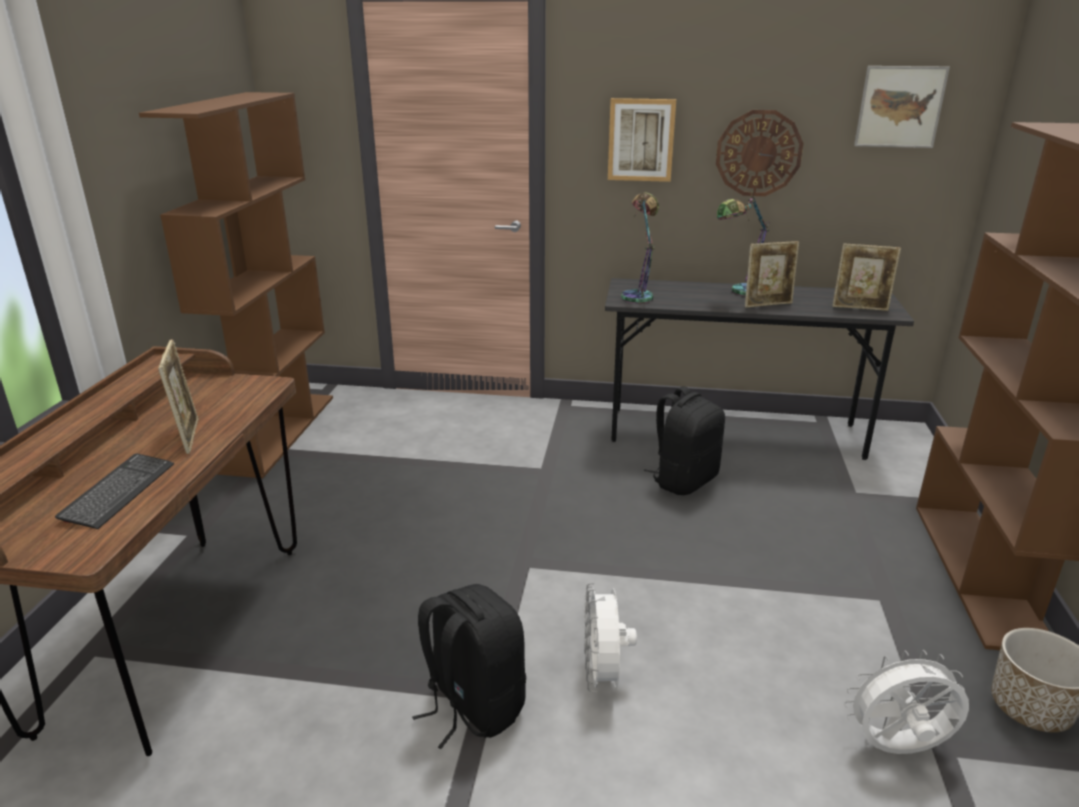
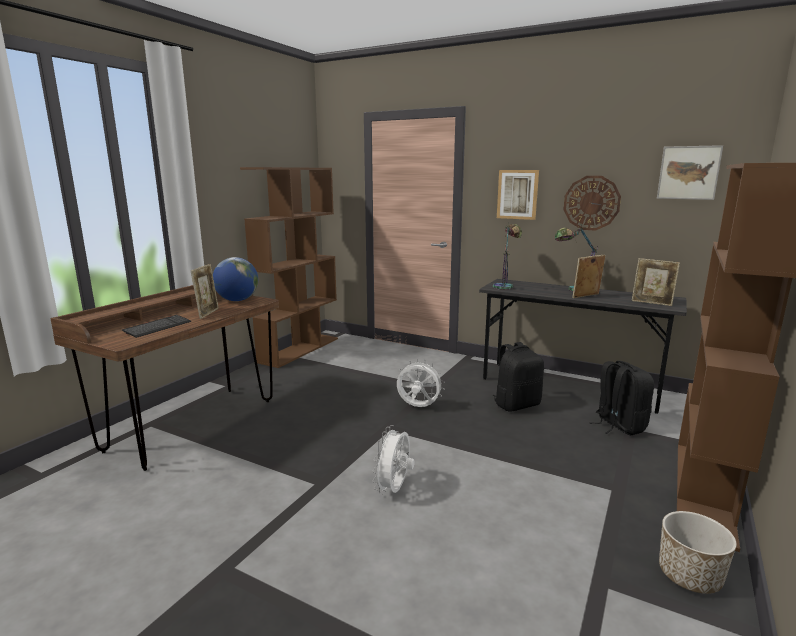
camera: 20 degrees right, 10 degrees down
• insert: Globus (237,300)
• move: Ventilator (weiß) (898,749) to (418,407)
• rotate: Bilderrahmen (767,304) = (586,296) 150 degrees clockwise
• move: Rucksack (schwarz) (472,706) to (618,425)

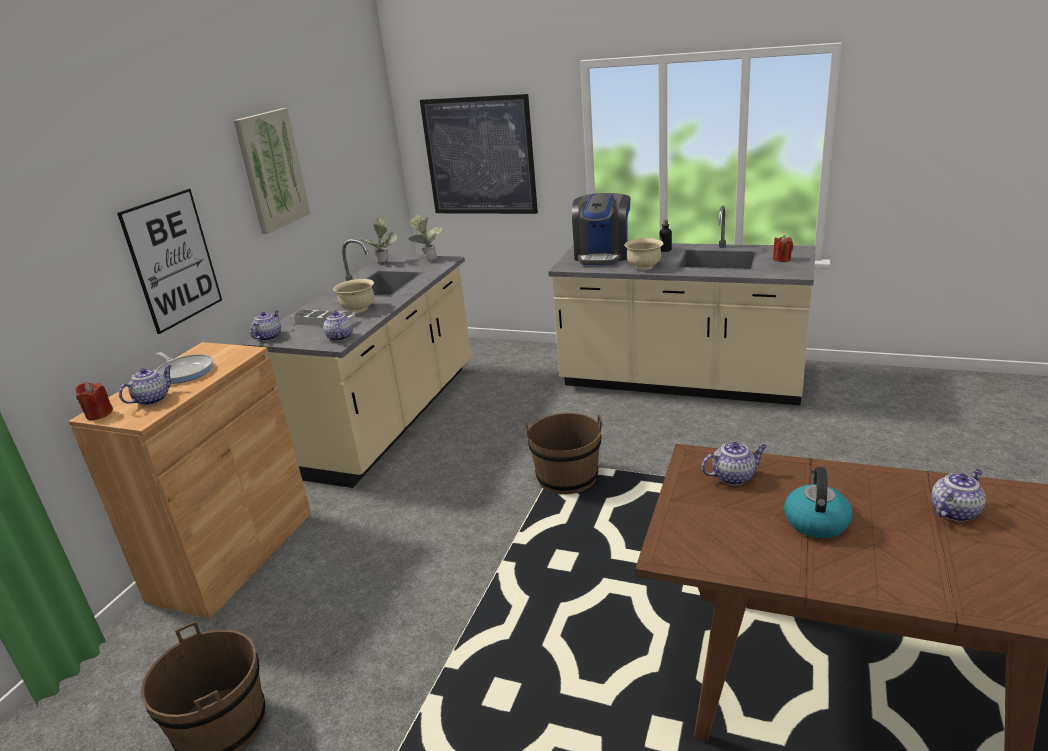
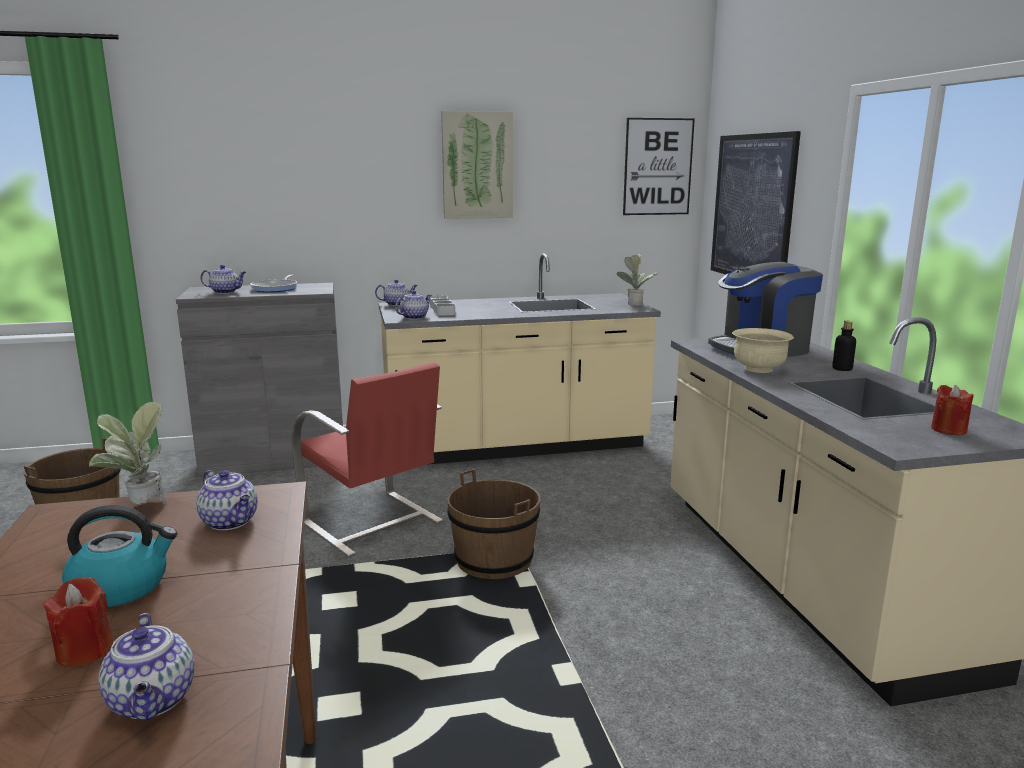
camera: 55 degrees right, 10 degrees down
• move: Kerze (rot) (99,414) to (84,650)
• move: Topfpflanze (383,263) to (140,509)
• rotate: Teekanne (954,511) = (153,701) 45 degrees clockwise
• recolor: Schrank (braun) (233,555) to Schrank (grau) (275,457)
• insert: Stuhl (rot) (373,523)
• move: Bild (173,260) to (658,167)
• delete: Schüssel (beige) (358,309)

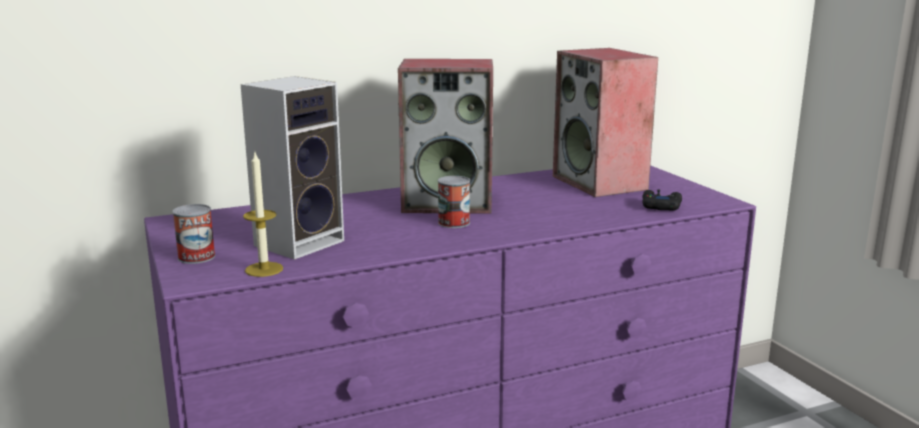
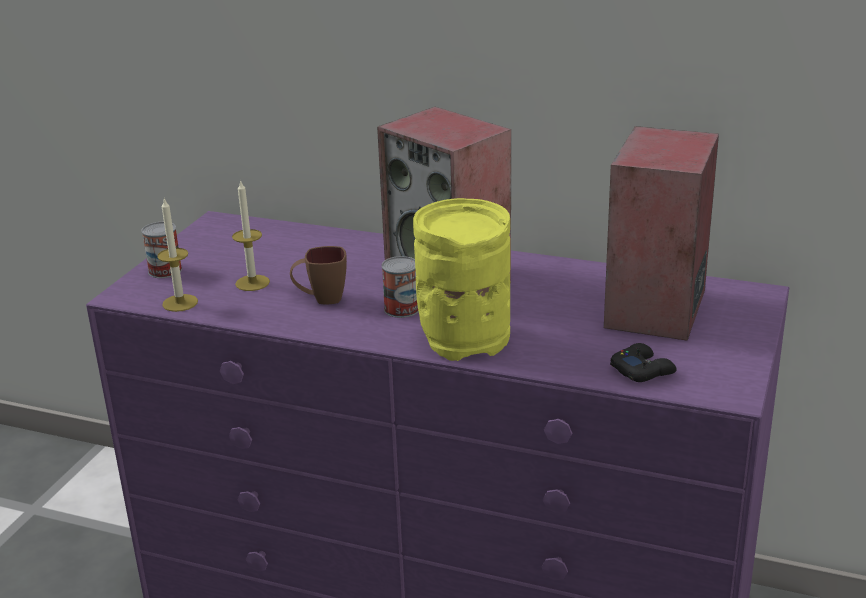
camera: 45 degrees right, 10 degrees up
• replace: Lautsprecher (300,242) to Kerze (252,283)
• insert: Henkelbecher (braun) (321,299)
• insert: Vase (gelb) (464,337)

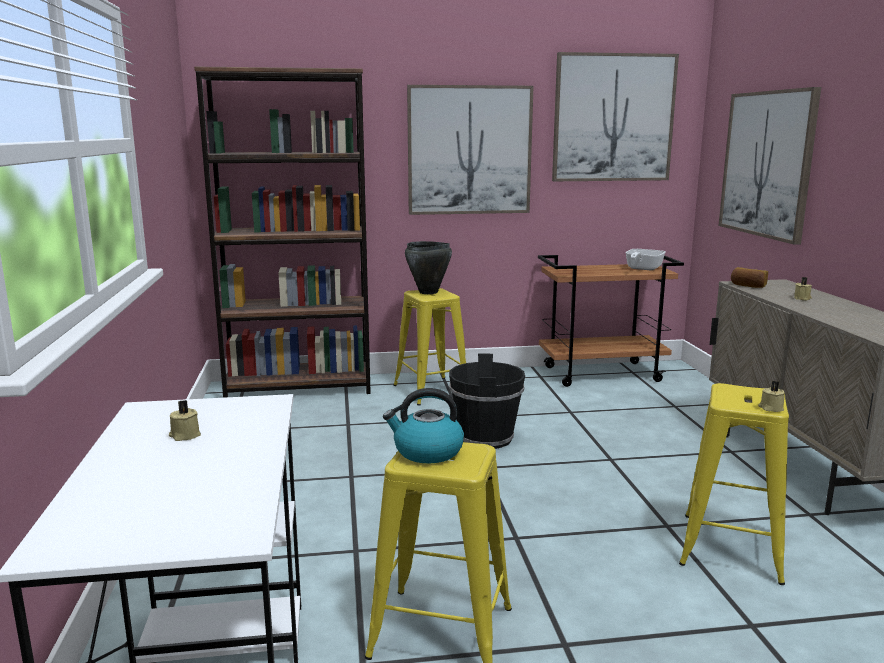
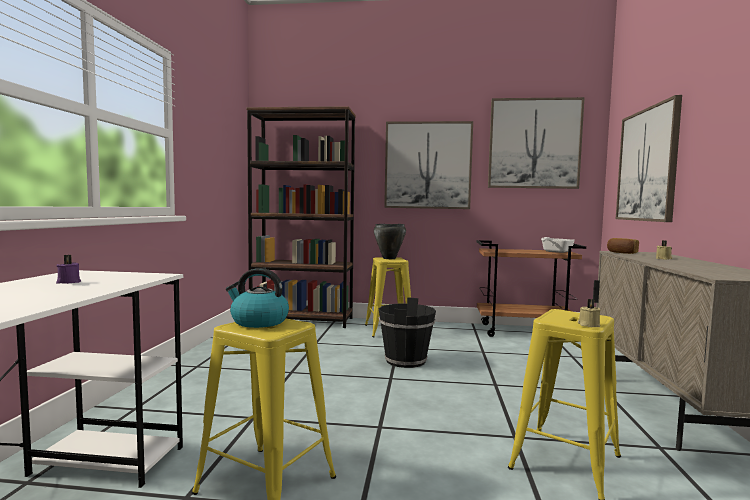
camera: 15 degrees right, 10 degrees down
• recolor: Kerze (beige) (184,435) to Kerze (lila) (68,282)

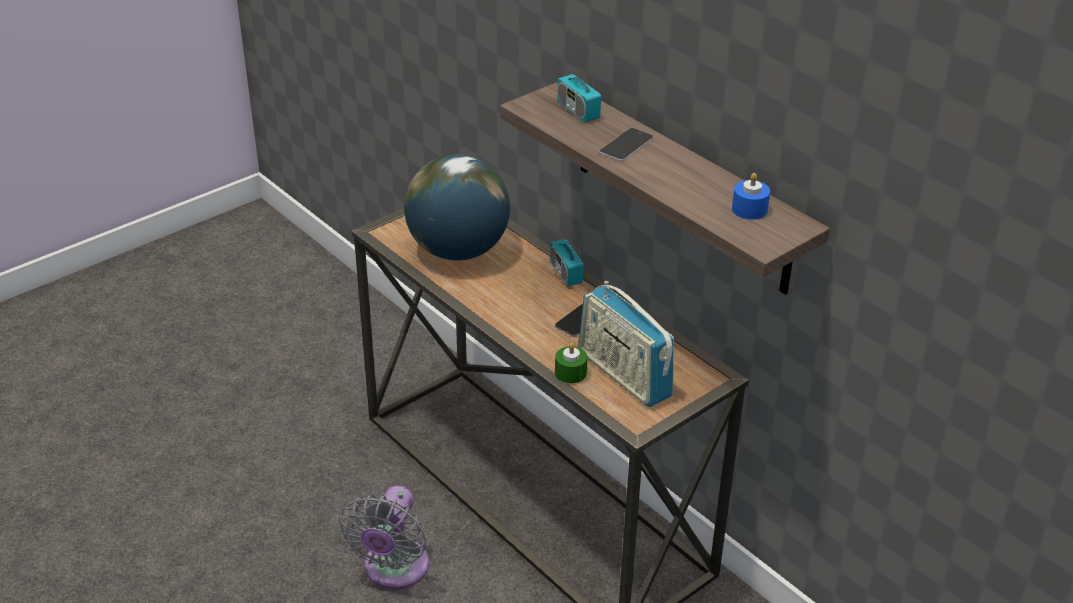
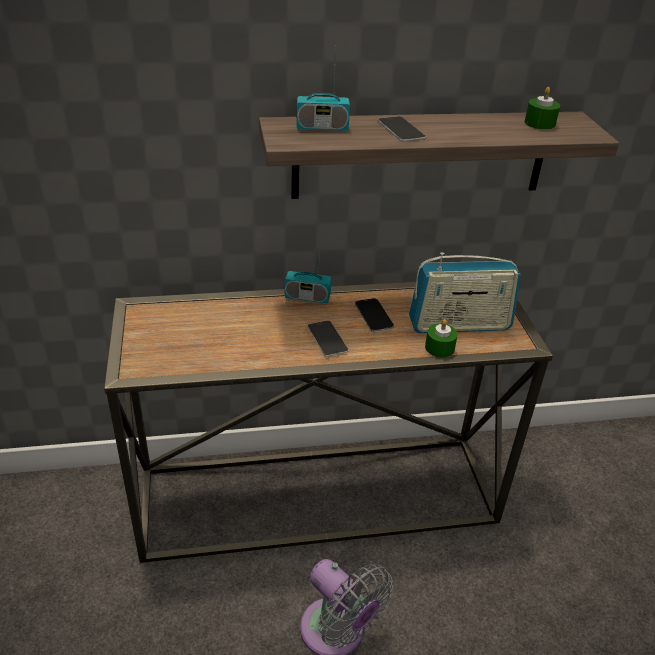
camera: 60 degrees left, 0 degrees up
• insert: Handy (327,338)
• recolor: Kerze (blau) (749,209) to Kerze (grün) (539,123)
• delete: Globus (459,251)

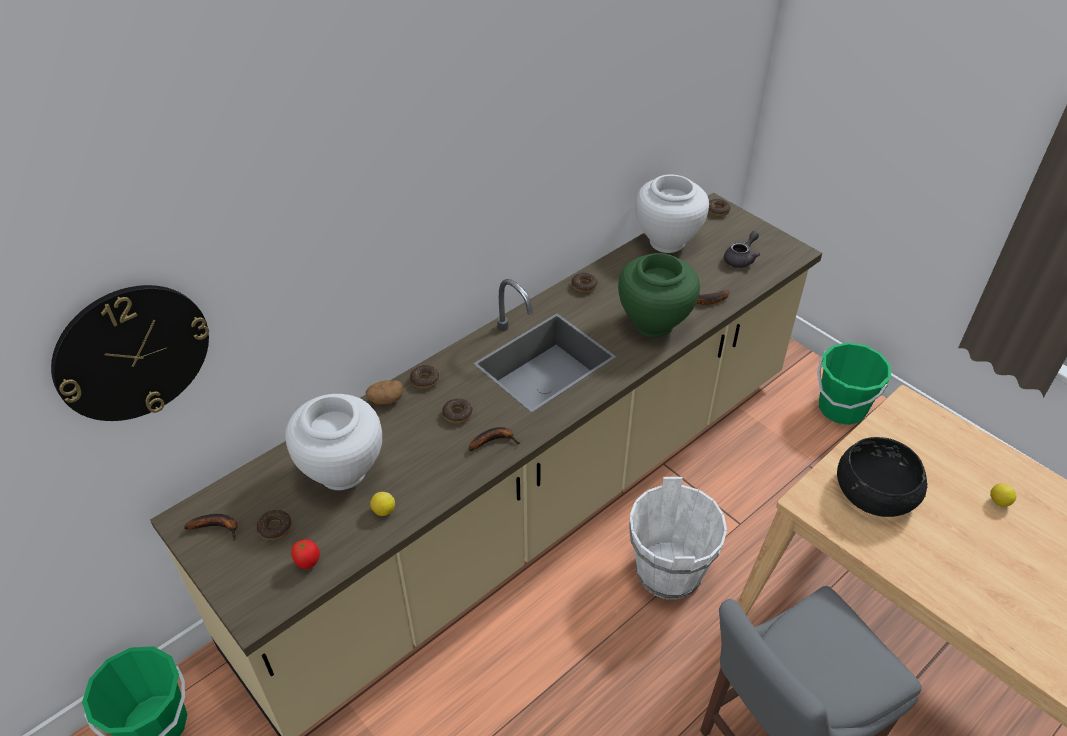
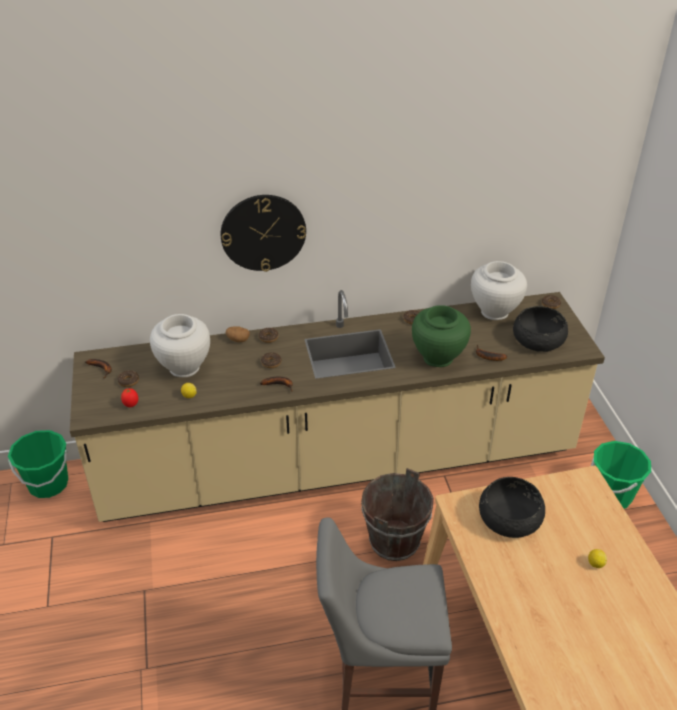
camera: 30 degrees right, 5 degrees down
• move: Wanduhr (132,353) to (263,232)
• recolor: Eimer (weiß) (669,572) to Eimer (braun) (394,541)
• replace: Teekanne (grau) (741,259) to Schüssel (schwarz) (538,340)

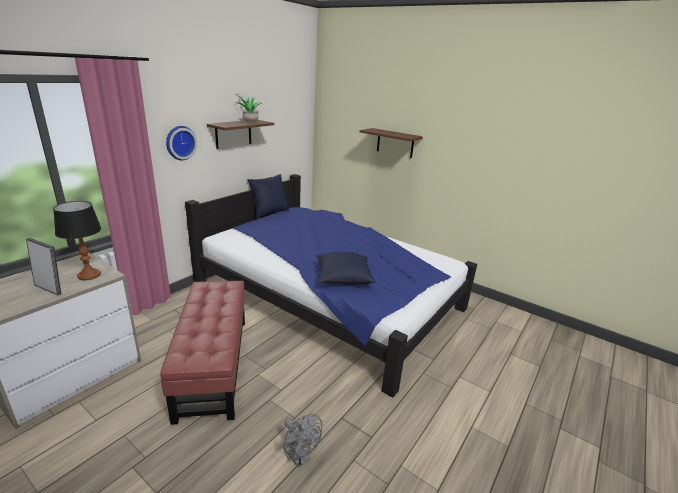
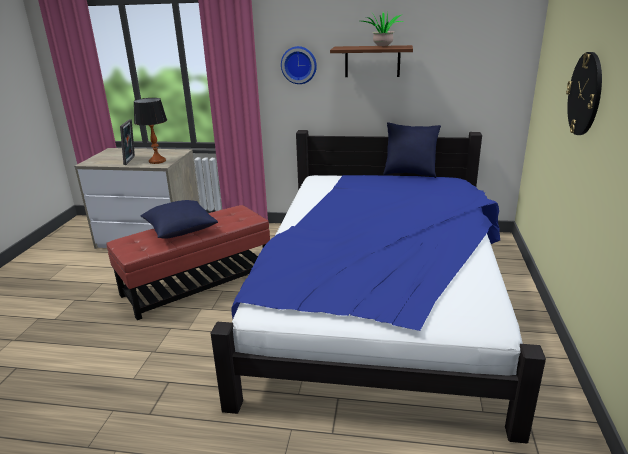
camera: 65 degrees right, 0 degrees up
• move: Kissen (blau) (343,279) to (180,230)
• replace: Wandregal (braun) (395,143) to Wanduhr (585,94)
• delete: Ventilator (grau) (300,457)

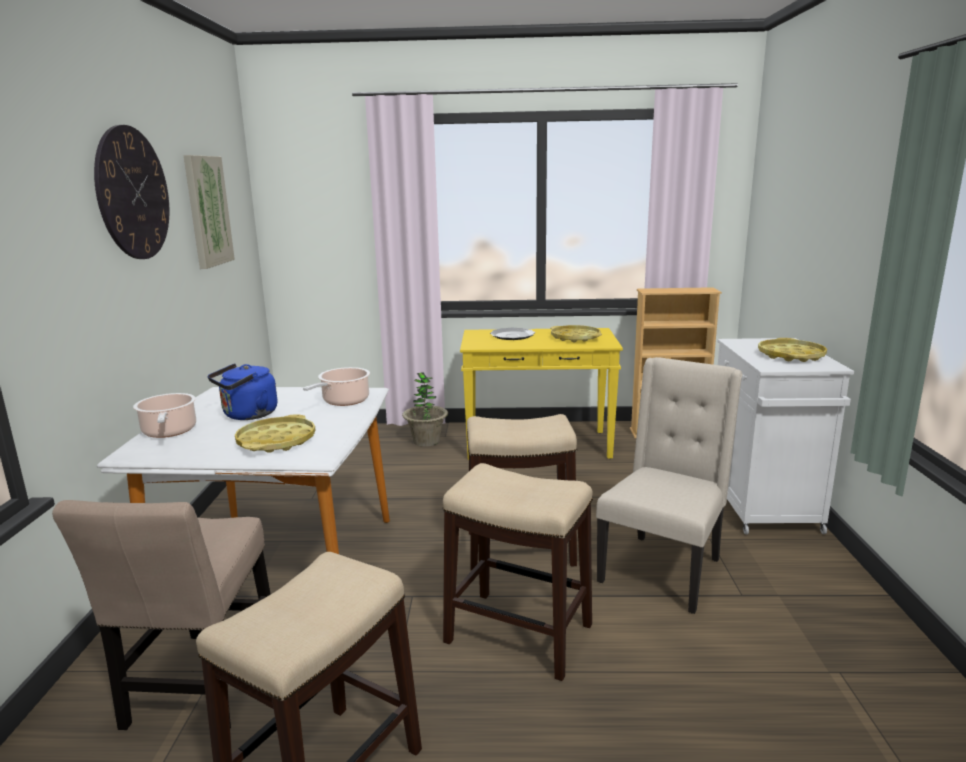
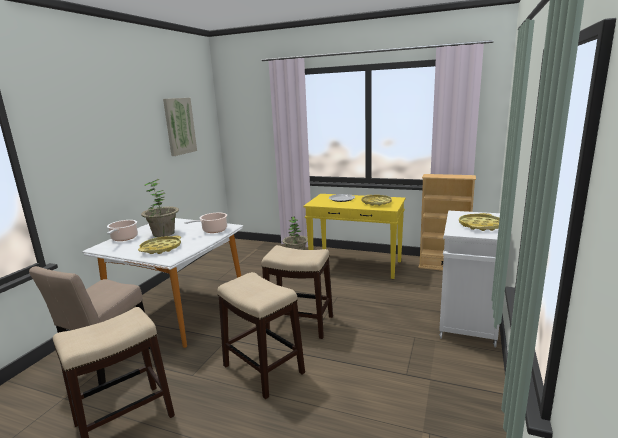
camera: 20 degrees right, 0 degrees up
• replace: Wasserkessel (blau) (247,415) to Topfpflanze (163,233)
• delete: Wanduhr (133,193)
• delete: Stuhl (beige) (662,570)

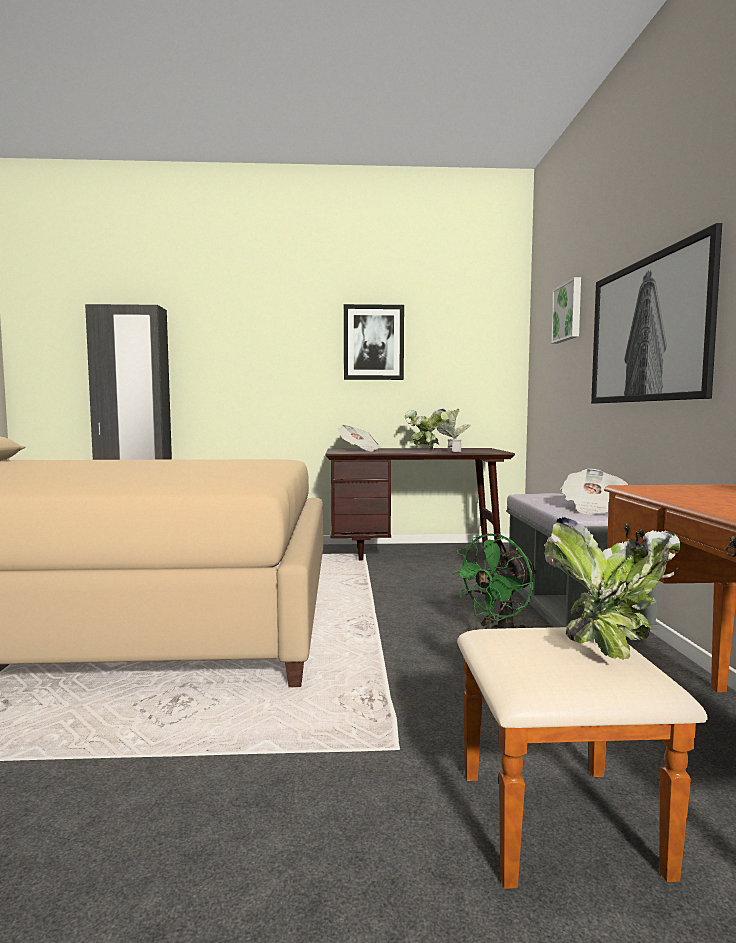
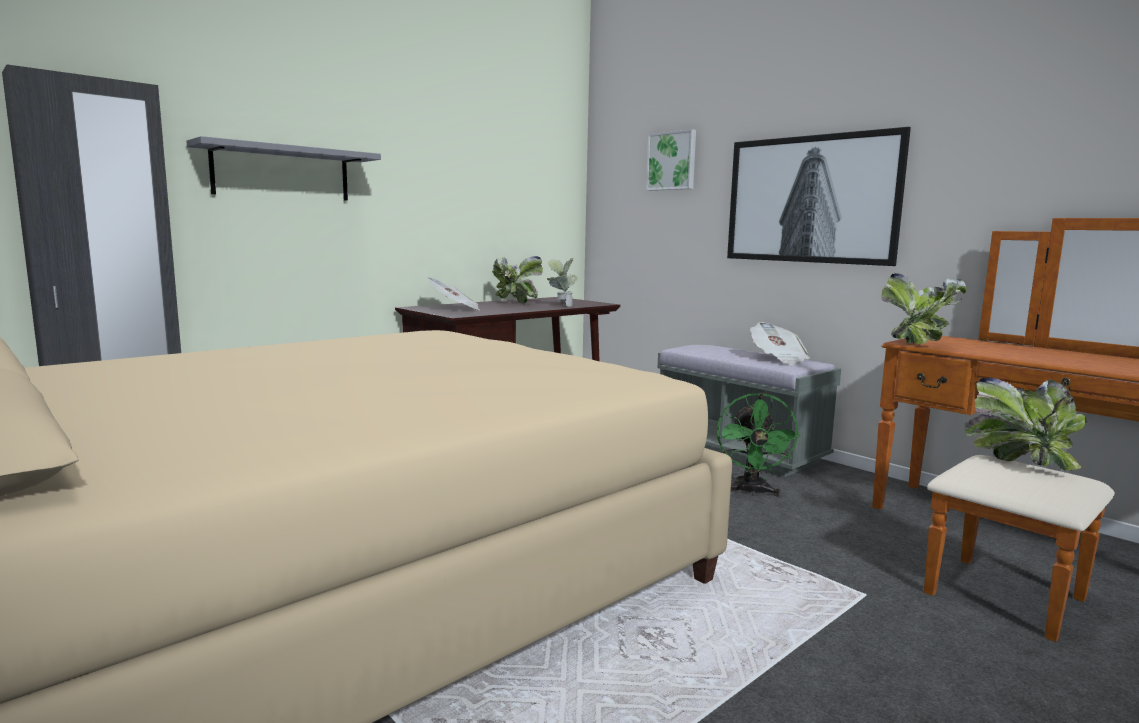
camera: 40 degrees left, 5 degrees up
• insert: Wandregal (grau) (282,173)
• insert: Topfpflanze (918,345)
• delete: Bild (373,342)

